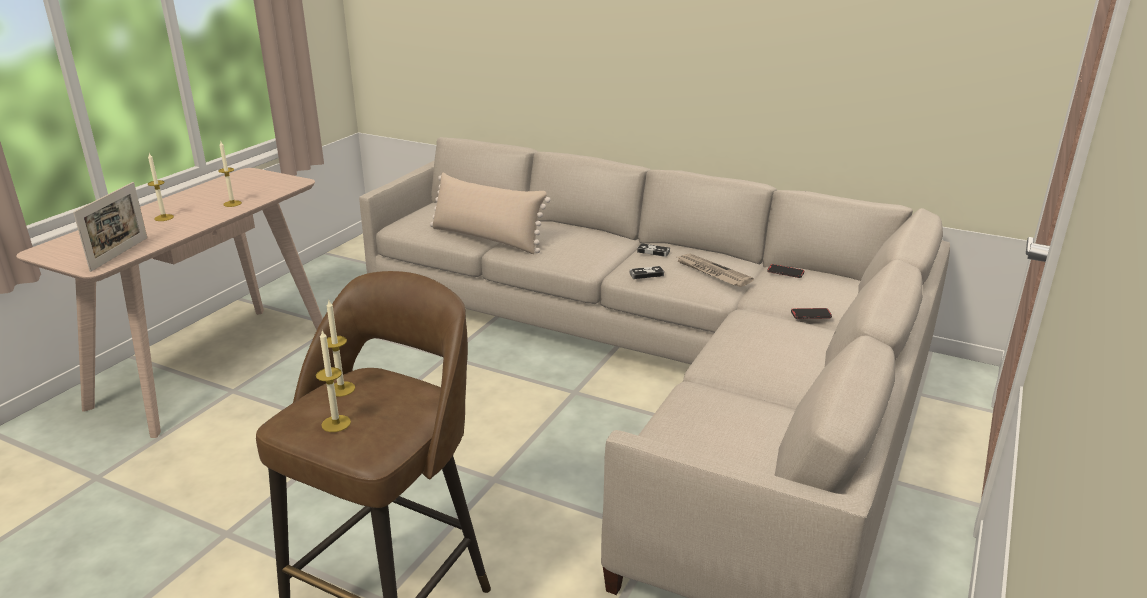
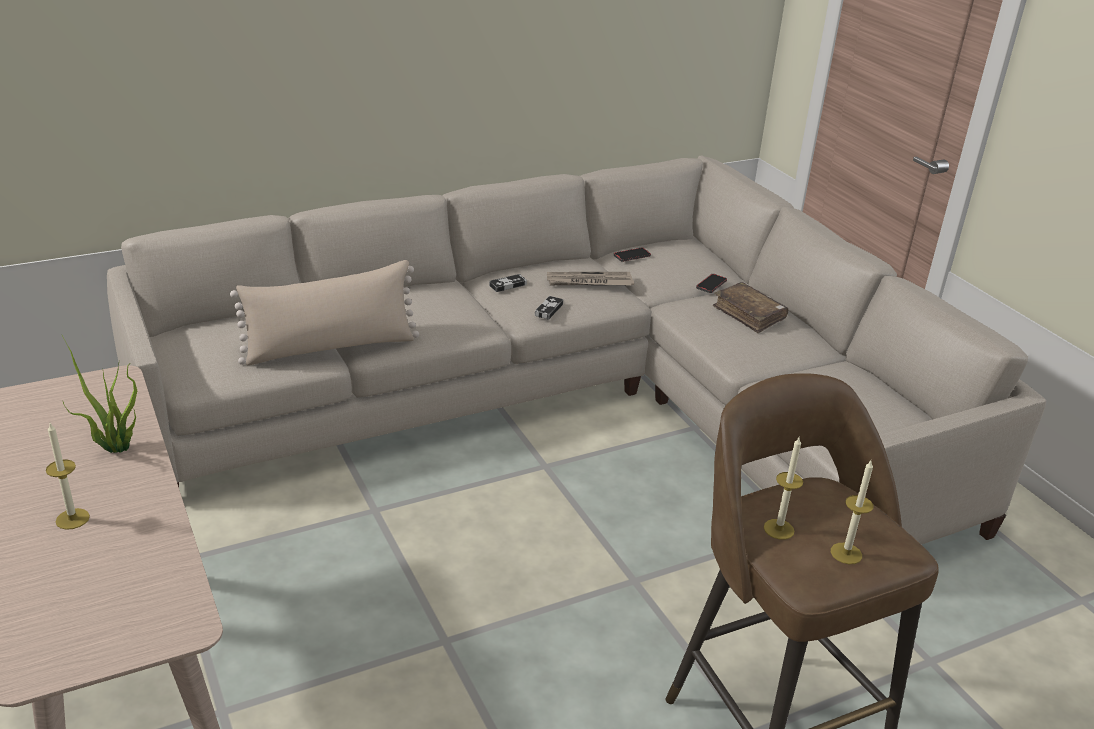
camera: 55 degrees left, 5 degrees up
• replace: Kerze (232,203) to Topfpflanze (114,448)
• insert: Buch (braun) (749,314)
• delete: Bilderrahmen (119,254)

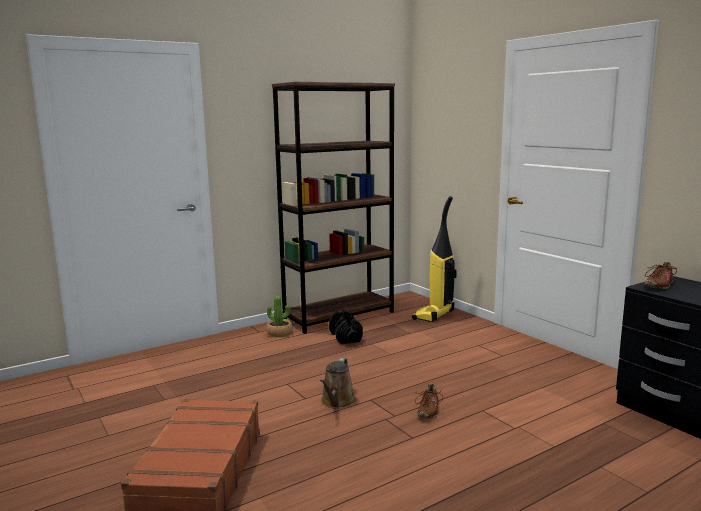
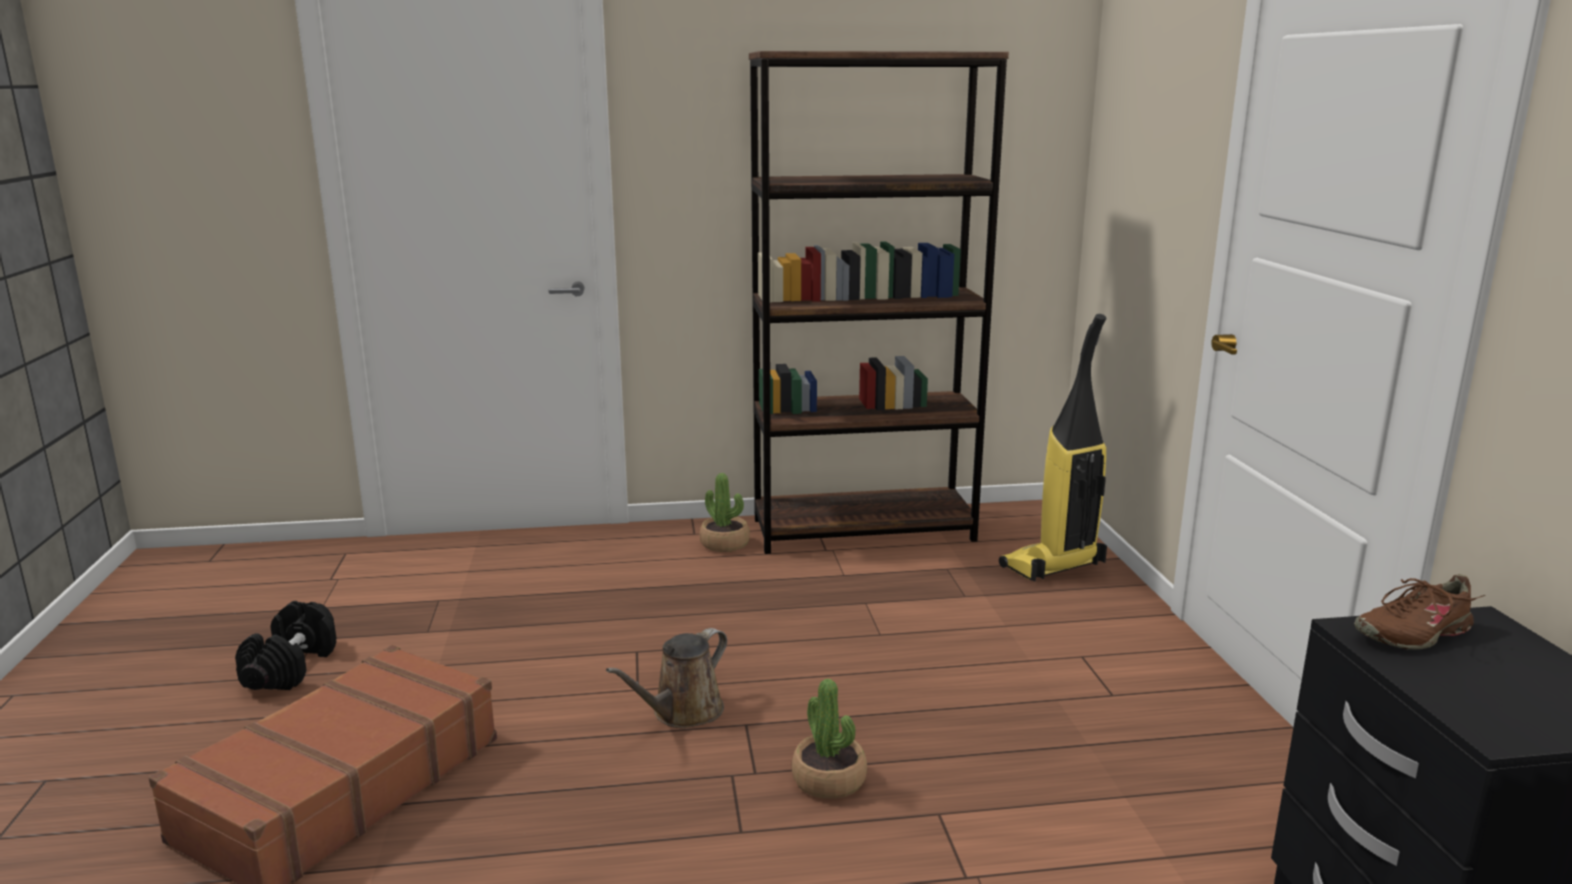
camera: 25 degrees right, 5 degrees up
• move: Hantel (schwarz) (345,337) to (291,668)
• replace: Schuh (braun) (428,410) to Topfpflanze (829,779)

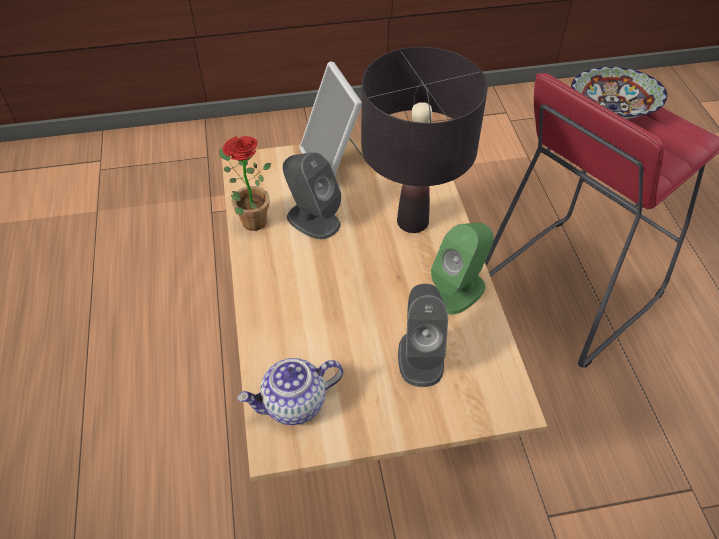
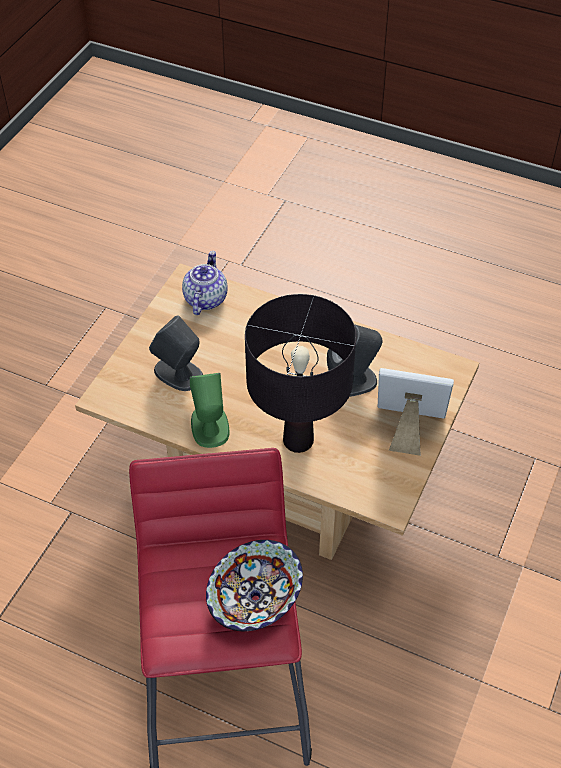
camera: 125 degrees right, 0 degrees up
• delete: Topfpflanze (249,219)

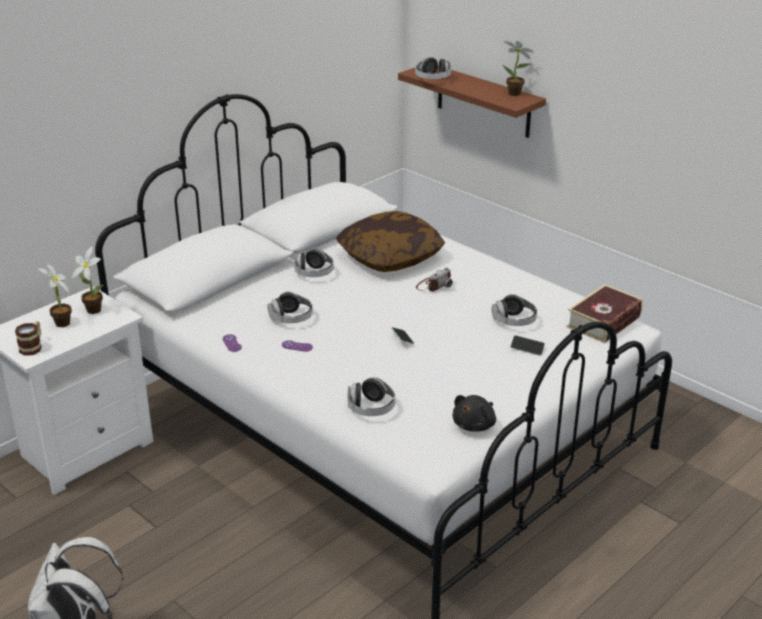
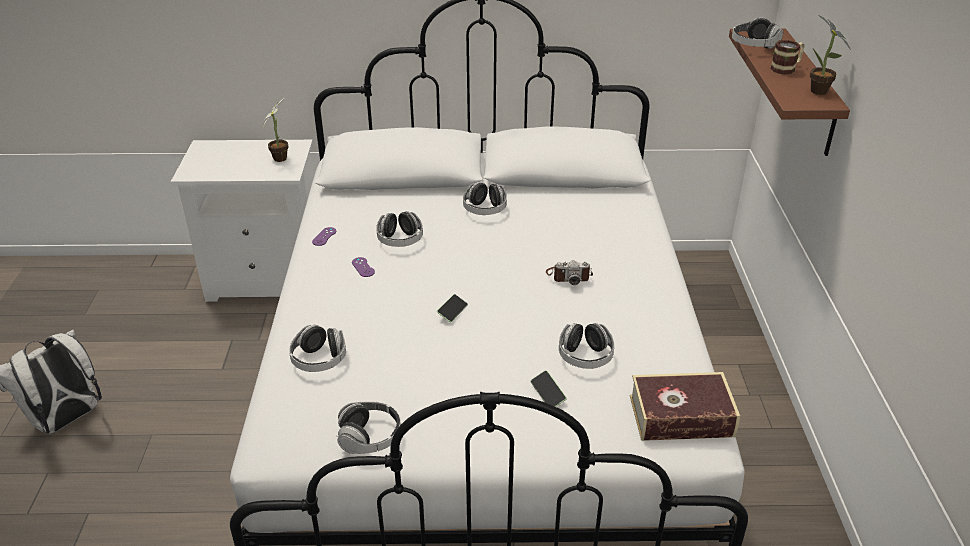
camera: 45 degrees right, 5 degrees up
• replace: Plüschtier (schwarz) (475,425) to Kopfhörer (370,438)
• move: Henkelbecher (33,347) to (786,68)
• delete: Topfpflanze (61,325)
• delete: Kissen (390,257)

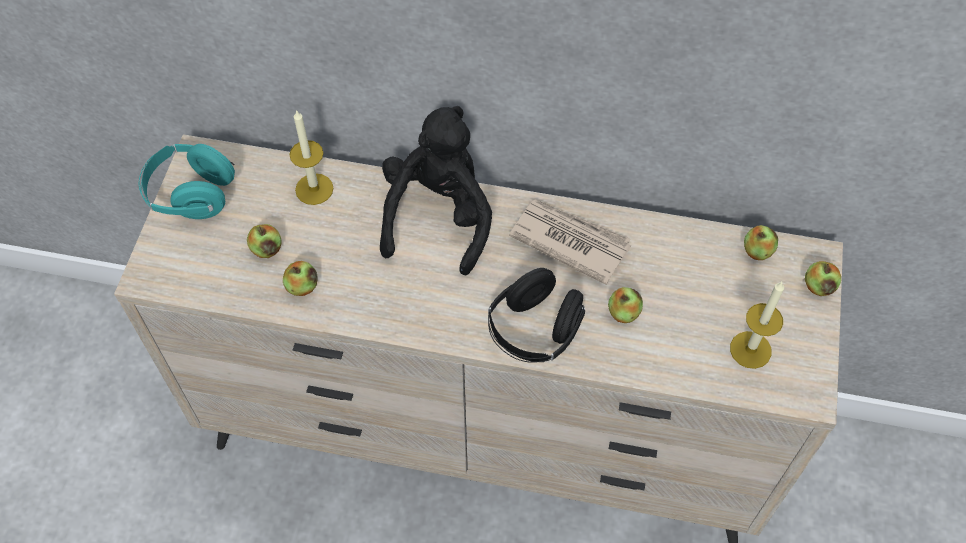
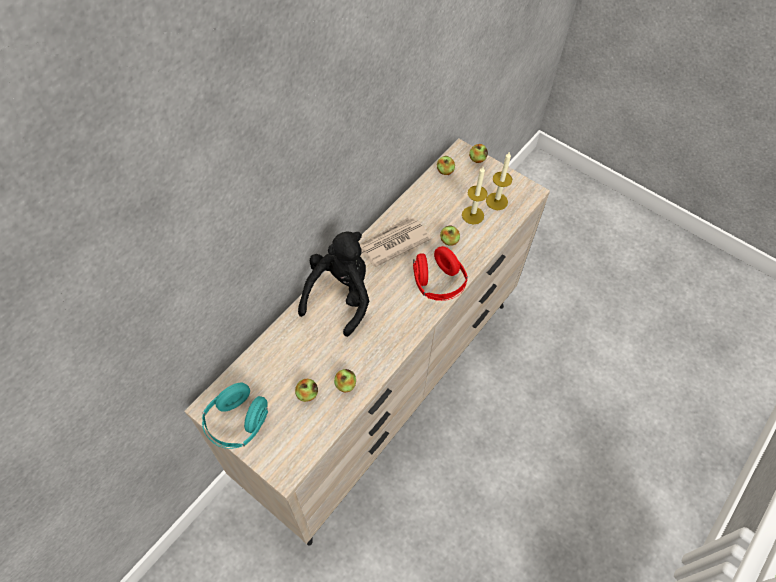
camera: 65 degrees left, 0 degrees up
• rotate: Plüschtier (schwarz) (438,217) = (340,295) 75 degrees clockwise
• recolor: Kopfhörer (schwarz) (534,330) to Kopfhörer (rot) (438,283)
• move: Kerze (314,189) to (472,215)

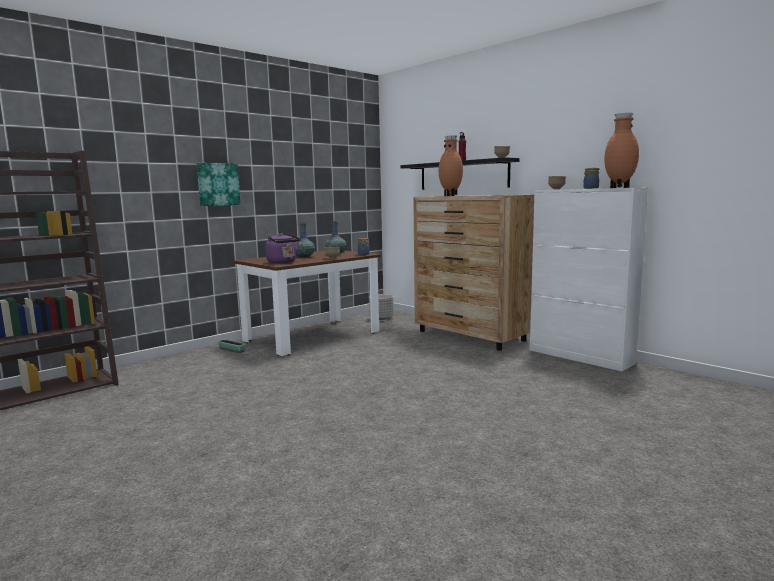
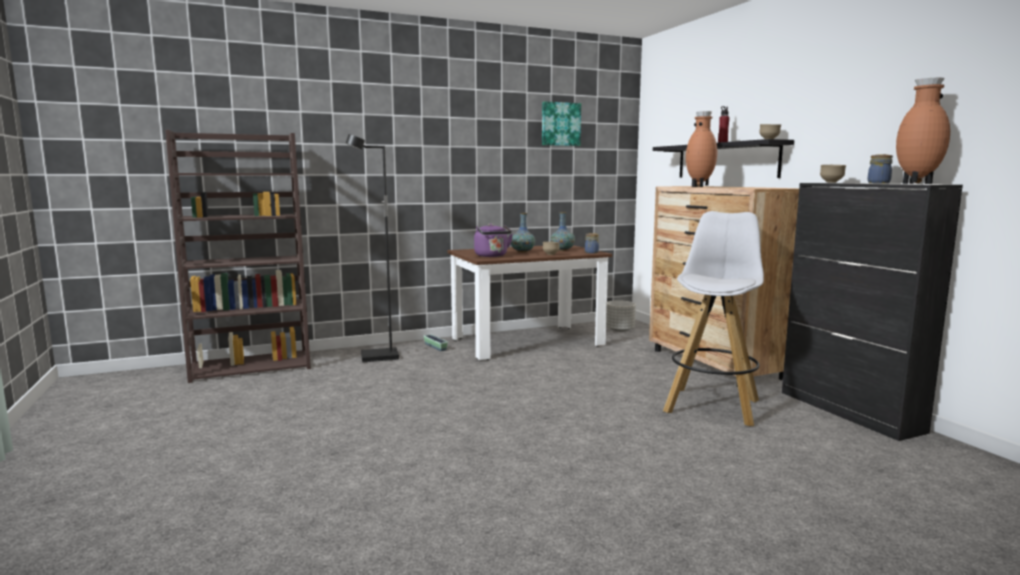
camera: 20 degrees right, 0 degrees up
• insert: Stehlampe (schwarz) (379,357)
• move: Bild (218,184) to (560,124)
• insert: Hocker (weiß) (712,406)
• recolor: Schrank (weiß) (580,357) to Schrank (schwarz) (849,411)

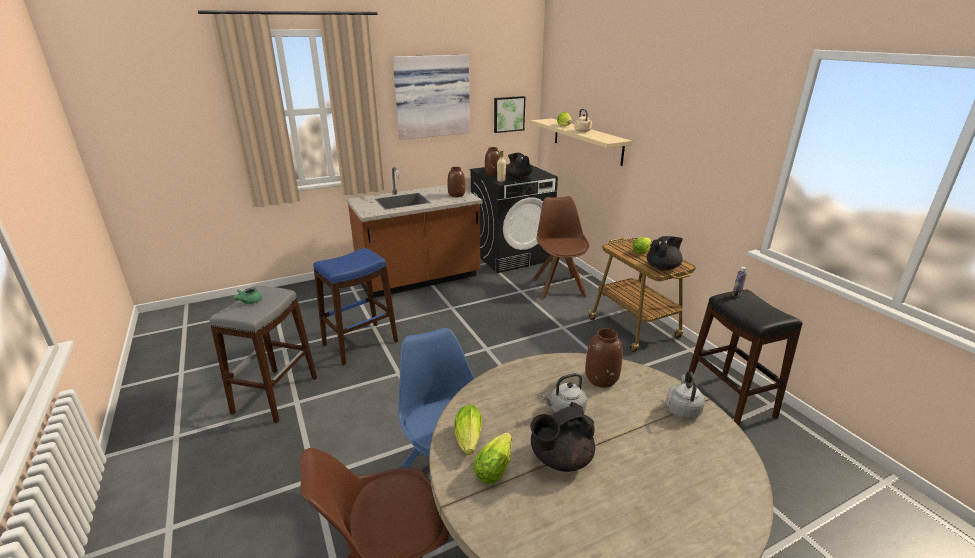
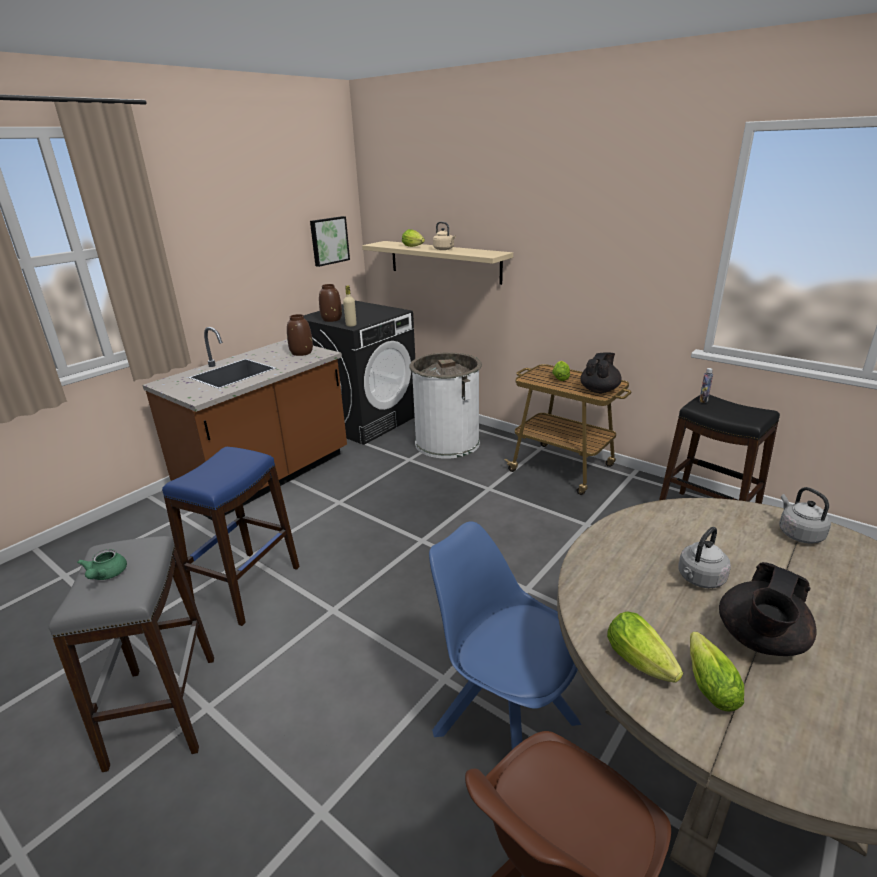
camera: 25 degrees left, 0 degrees up
• replace: Stuhl (braun) (558,286) to Mülleimer (weiß) (447,442)
• delete: Bild (431,96)
• delete: Teekanne (schwarz) (518,177)
• delete: Vase (braun) (601,379)

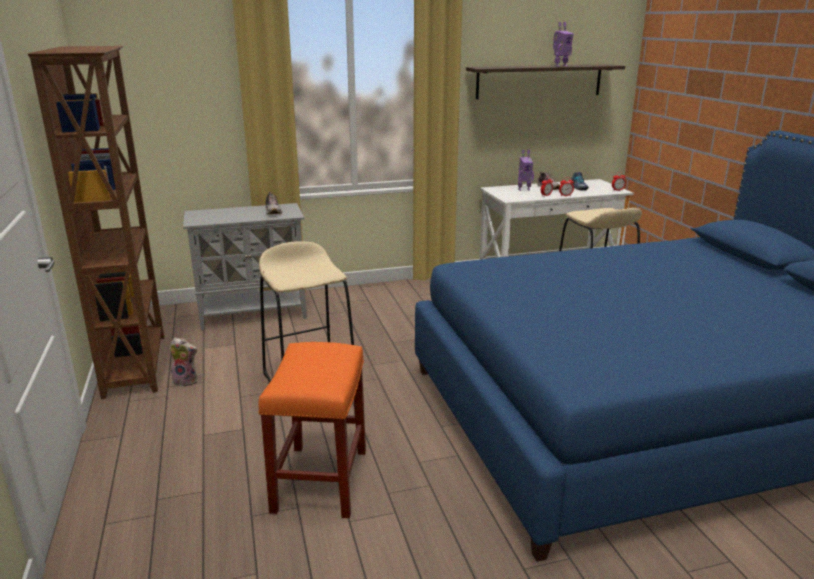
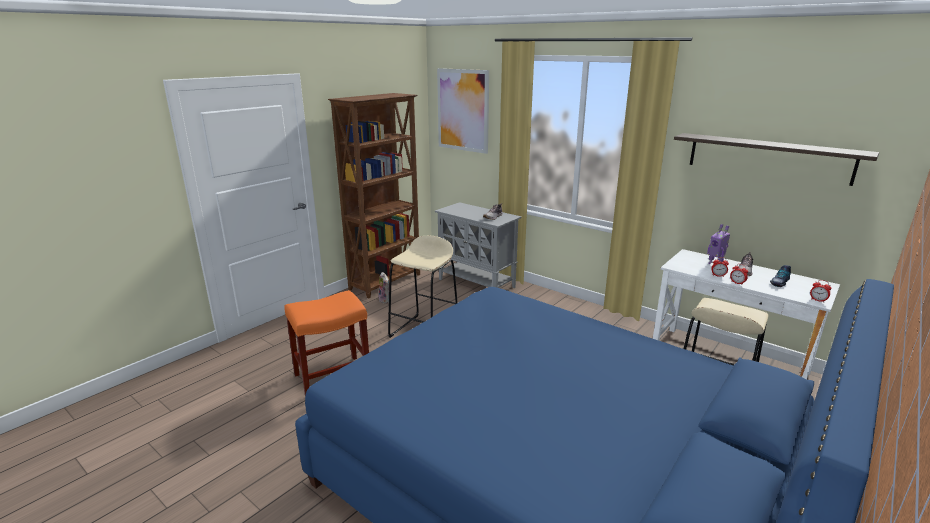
camera: 55 degrees right, 0 degrees up
• insert: Bild (463,110)
• delete: Spielzeugroboter (560,66)

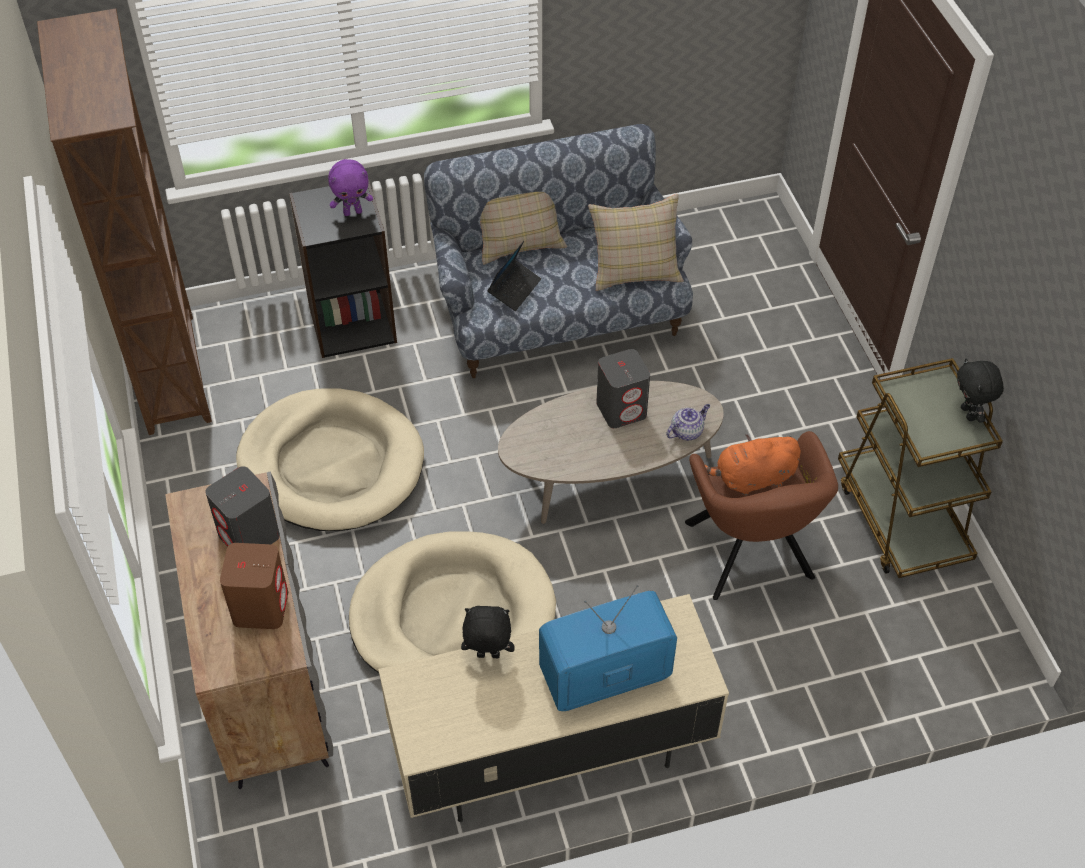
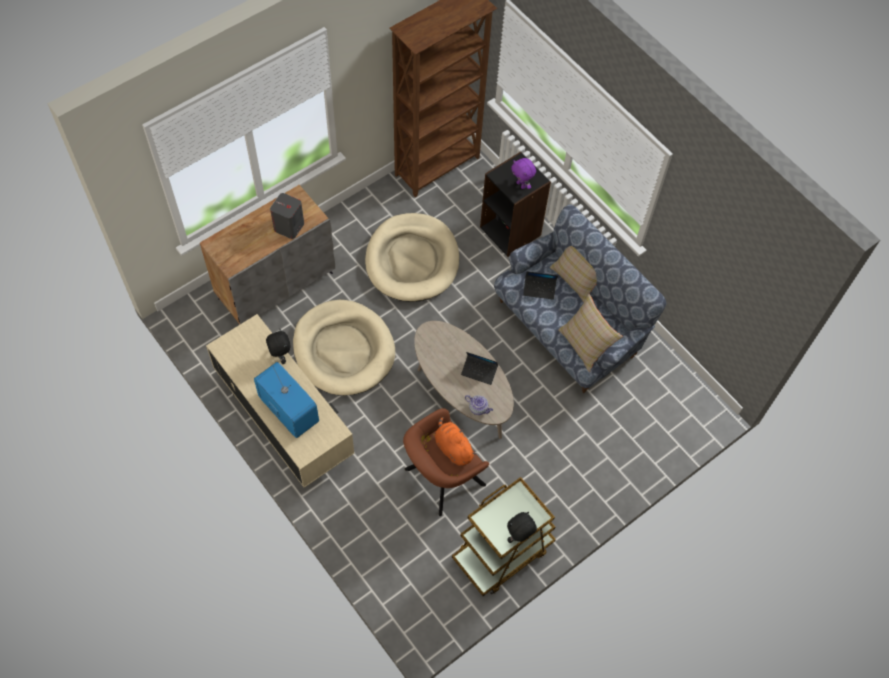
camera: 65 degrees right, 10 degrees up
• replace: Lautsprecher (grau) (622,409) to Laptop (479,371)
• delete: Lautsprecher (braun) (261,606)

